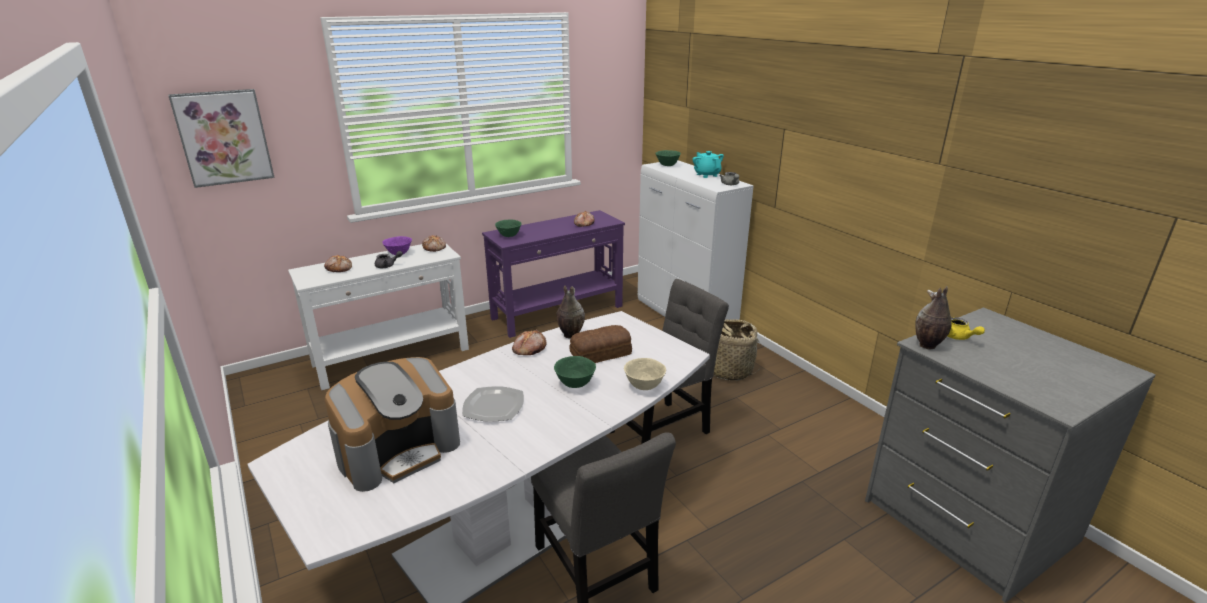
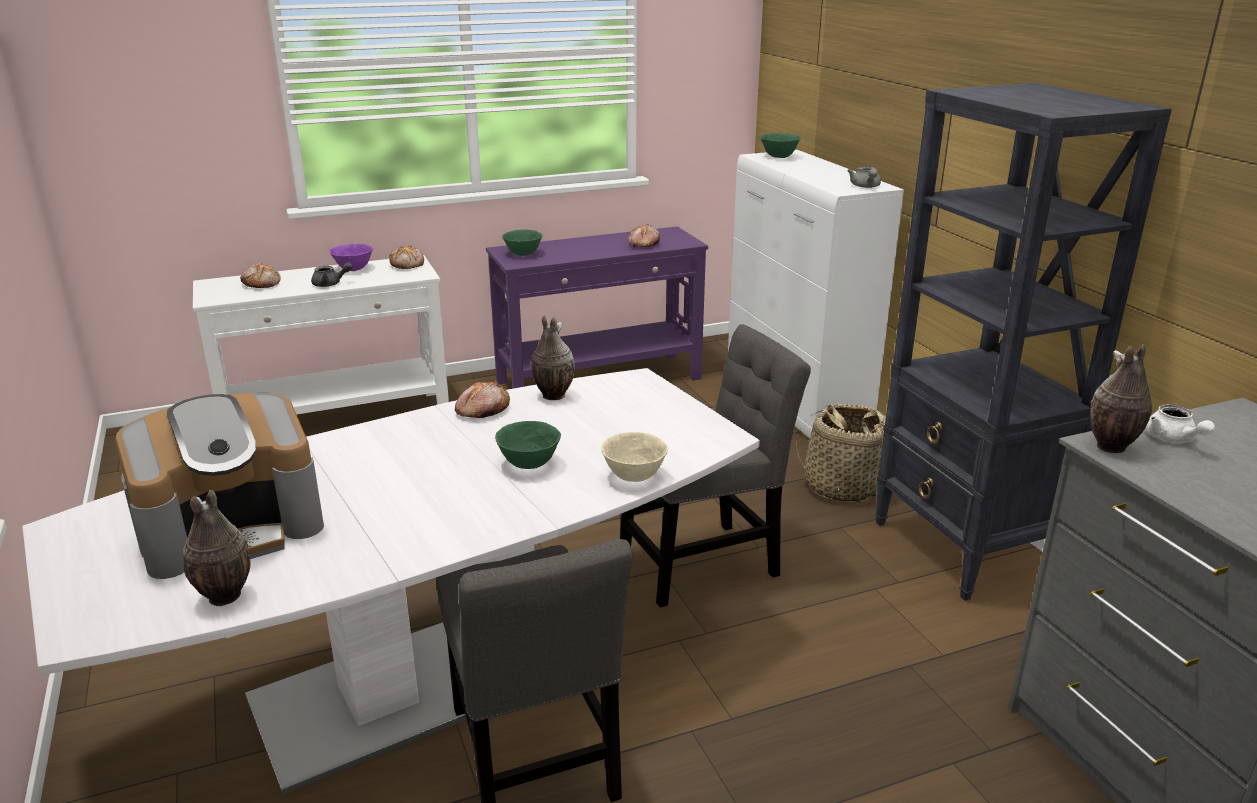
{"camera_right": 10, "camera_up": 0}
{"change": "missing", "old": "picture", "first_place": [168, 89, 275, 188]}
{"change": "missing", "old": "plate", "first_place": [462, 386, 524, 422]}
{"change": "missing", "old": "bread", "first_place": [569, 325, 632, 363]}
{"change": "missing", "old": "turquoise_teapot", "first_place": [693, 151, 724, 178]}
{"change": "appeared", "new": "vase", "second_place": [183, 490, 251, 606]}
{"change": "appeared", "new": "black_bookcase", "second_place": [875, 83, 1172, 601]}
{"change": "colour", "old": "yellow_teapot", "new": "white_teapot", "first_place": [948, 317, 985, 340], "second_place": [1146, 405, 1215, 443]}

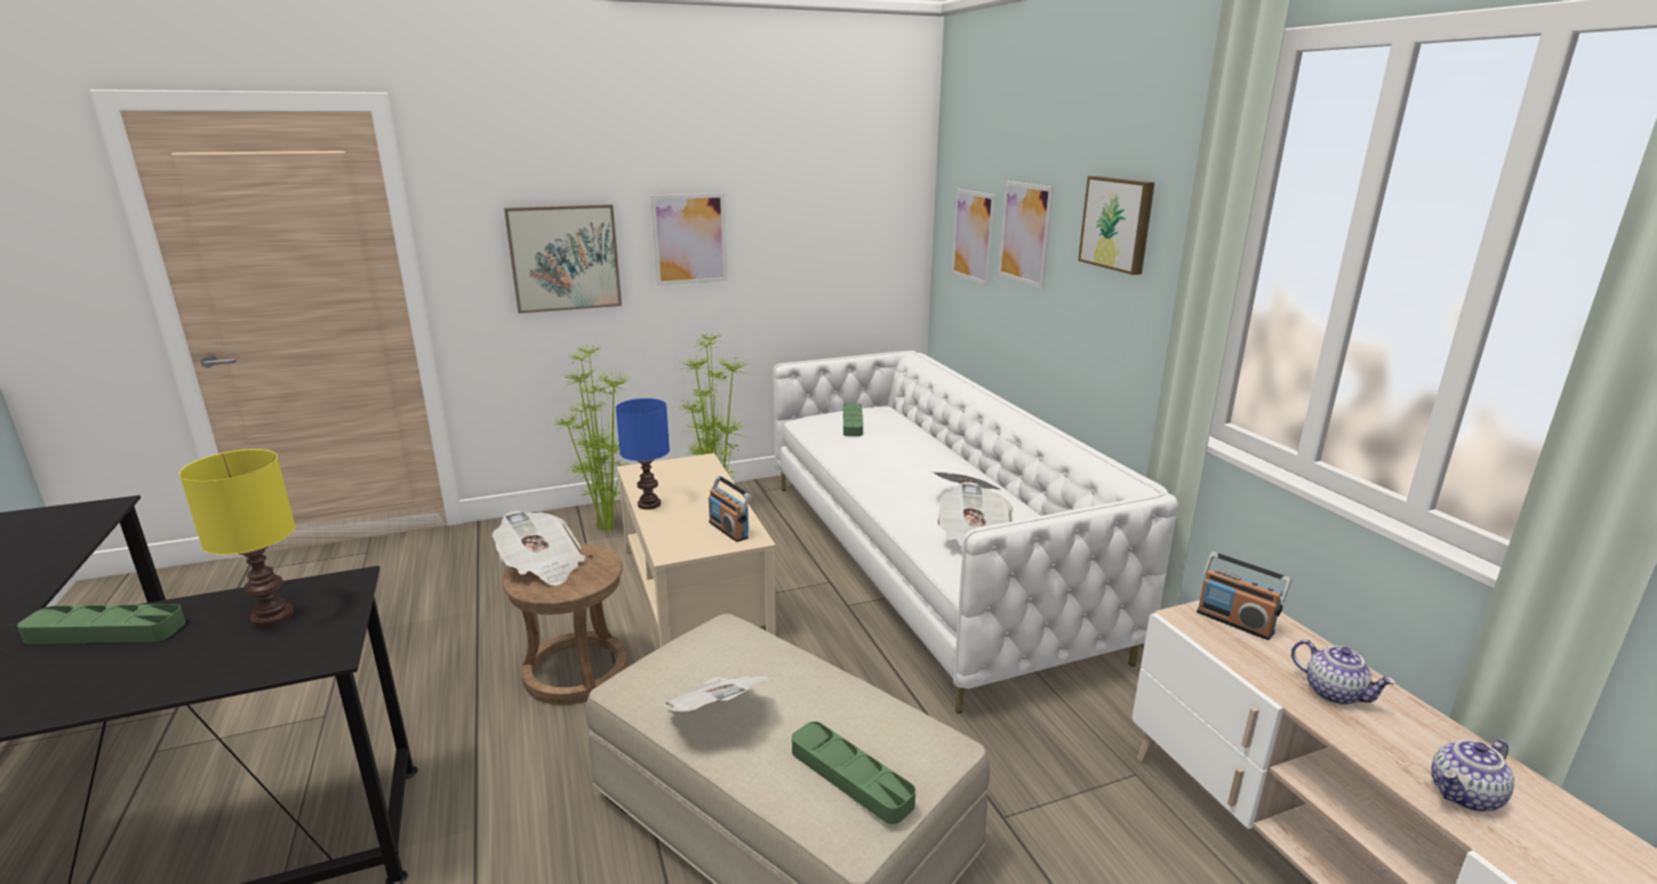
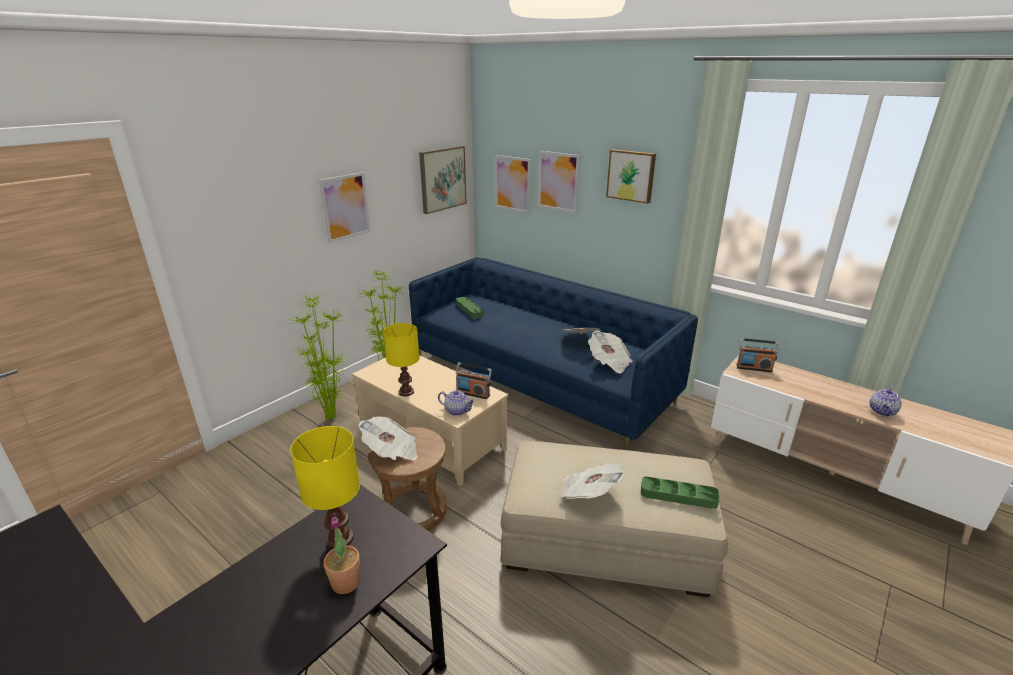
{"camera_right": -30, "camera_up": 5}
{"change": "missing", "old": "green_tray", "first_place": [17, 604, 186, 644]}
{"change": "appeared", "new": "potted_plant", "second_place": [324, 517, 360, 594]}
{"change": "relocated", "old": "picture", "first_place": [504, 204, 622, 313], "second_place": [419, 146, 467, 214]}
{"change": "relocated", "old": "teapot", "first_place": [1291, 640, 1396, 705], "second_place": [438, 390, 475, 416]}
{"change": "colour", "old": "blue_table_lamp", "new": "yellow_table_lamp", "first_place": [616, 398, 670, 510], "second_place": [383, 323, 420, 396]}
{"change": "colour", "old": "white_sofa", "new": "blue_sofa", "first_place": [773, 351, 1178, 714], "second_place": [409, 257, 698, 450]}

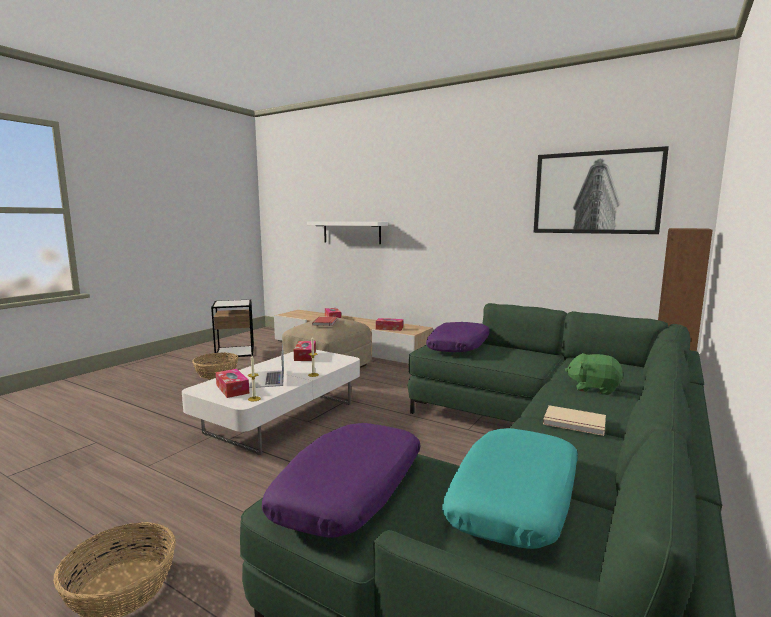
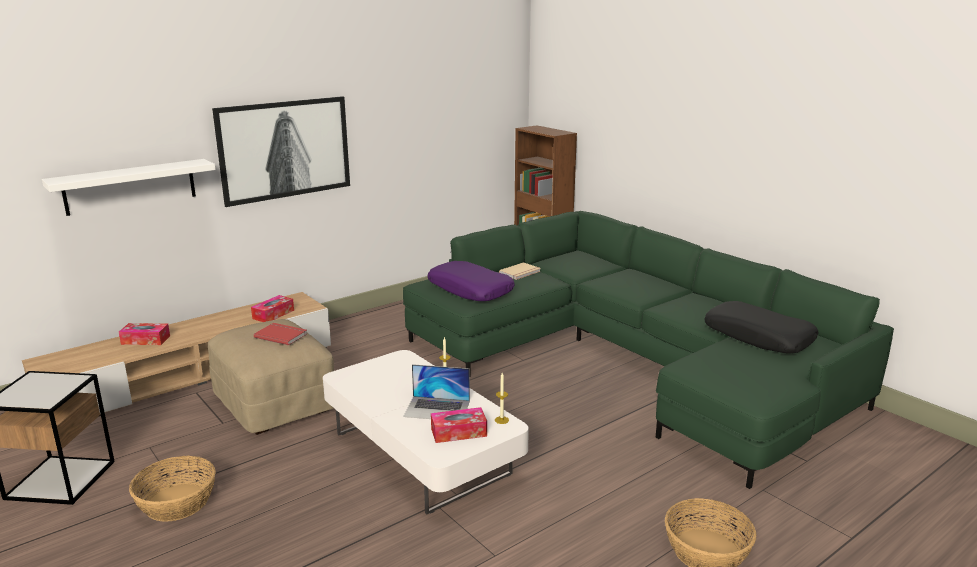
{"camera_right": -70, "camera_up": 10}
{"change": "missing", "old": "purple_pillow", "first_place": [262, 423, 421, 538]}
{"change": "missing", "old": "tissue_box", "first_place": [294, 341, 316, 361]}
{"change": "missing", "old": "green_plush_toy", "first_place": [565, 353, 624, 395]}
{"change": "relocated", "old": "picture", "first_place": [533, 146, 669, 234], "second_place": [212, 96, 350, 207]}
{"change": "relocated", "old": "beige_book", "first_place": [543, 405, 606, 436], "second_place": [499, 262, 541, 280]}
{"change": "colour", "old": "turquoise_pillow", "new": "black_pillow", "first_place": [442, 428, 578, 549], "second_place": [704, 301, 819, 353]}

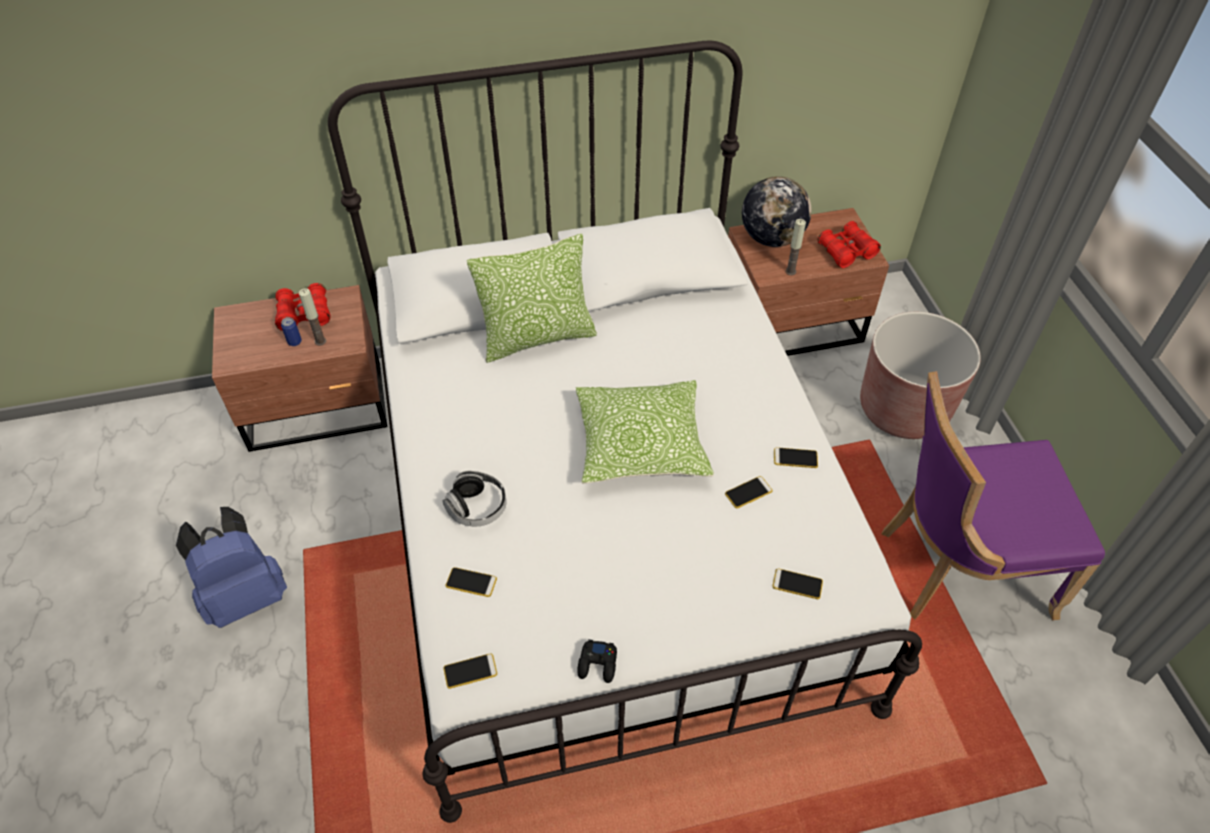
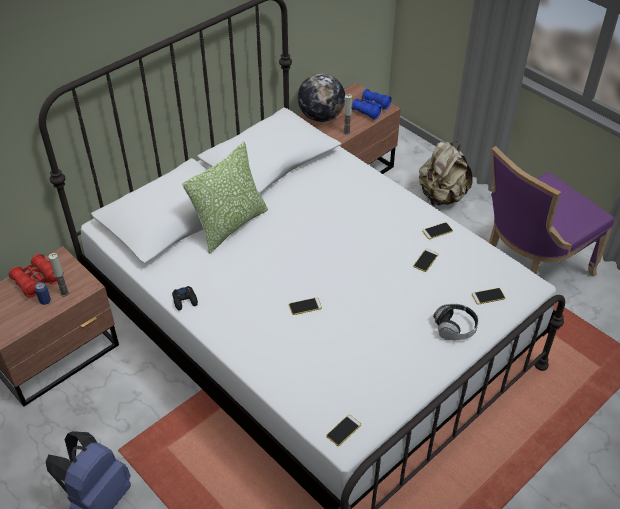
{"camera_right": -30, "camera_up": -5}
{"change": "missing", "old": "pillow", "first_place": [576, 380, 714, 484]}
{"change": "relocated", "old": "headphones", "first_place": [443, 471, 507, 526], "second_place": [433, 304, 478, 340]}
{"change": "relocated", "old": "phone", "first_place": [446, 567, 497, 597], "second_place": [289, 297, 322, 315]}
{"change": "relocated", "old": "black_game_controller", "first_place": [577, 639, 617, 683], "second_place": [172, 286, 198, 310]}
{"change": "exchanged", "old": "brown_planter", "new": "beige_backpack", "first_place": [860, 312, 981, 439], "second_place": [419, 141, 473, 206]}
{"change": "colour", "old": "red_binoculars", "new": "blue_binoculars", "first_place": [817, 221, 881, 268], "second_place": [352, 89, 391, 120]}

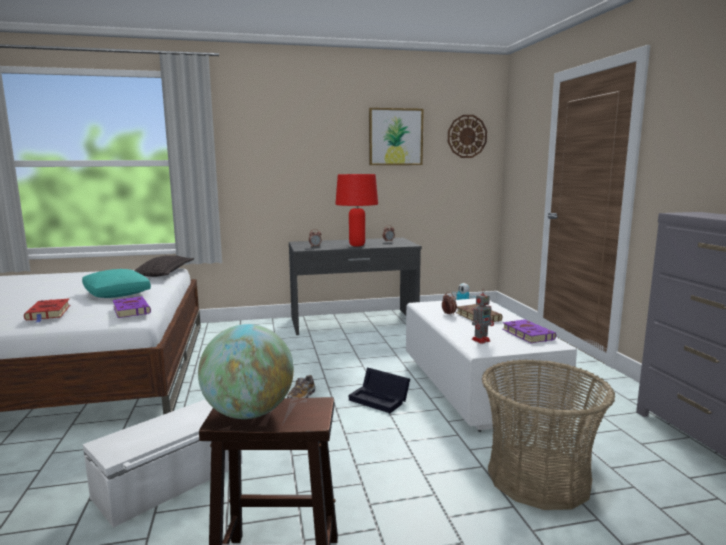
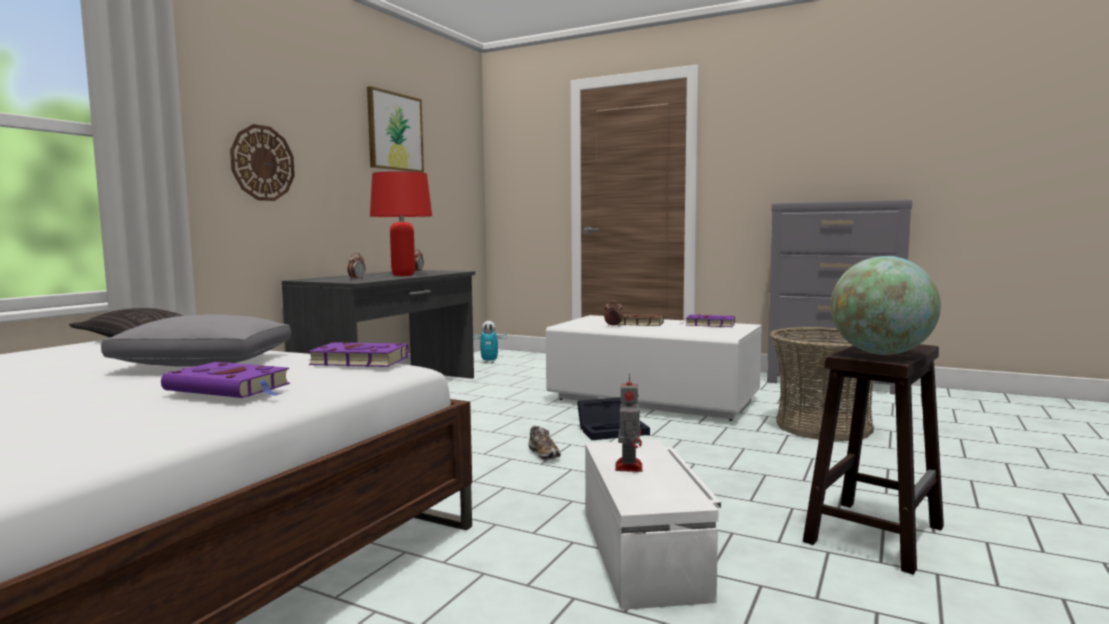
{"camera_right": -50, "camera_up": -5}
{"change": "relocated", "old": "wall_clock", "first_place": [448, 115, 487, 158], "second_place": [230, 124, 295, 201]}
{"change": "relocated", "old": "toy_robot", "first_place": [471, 289, 494, 344], "second_place": [615, 373, 643, 472]}
{"change": "colour", "old": "red_book", "new": "purple_book", "first_place": [24, 298, 70, 323], "second_place": [161, 362, 290, 398]}
{"change": "colour", "old": "turquoise_pillow", "new": "grey_pillow", "first_place": [82, 269, 151, 298], "second_place": [101, 314, 291, 367]}

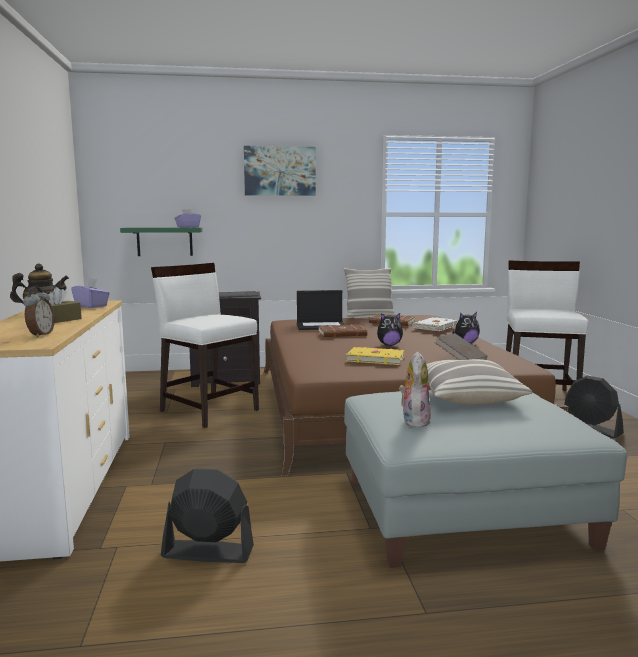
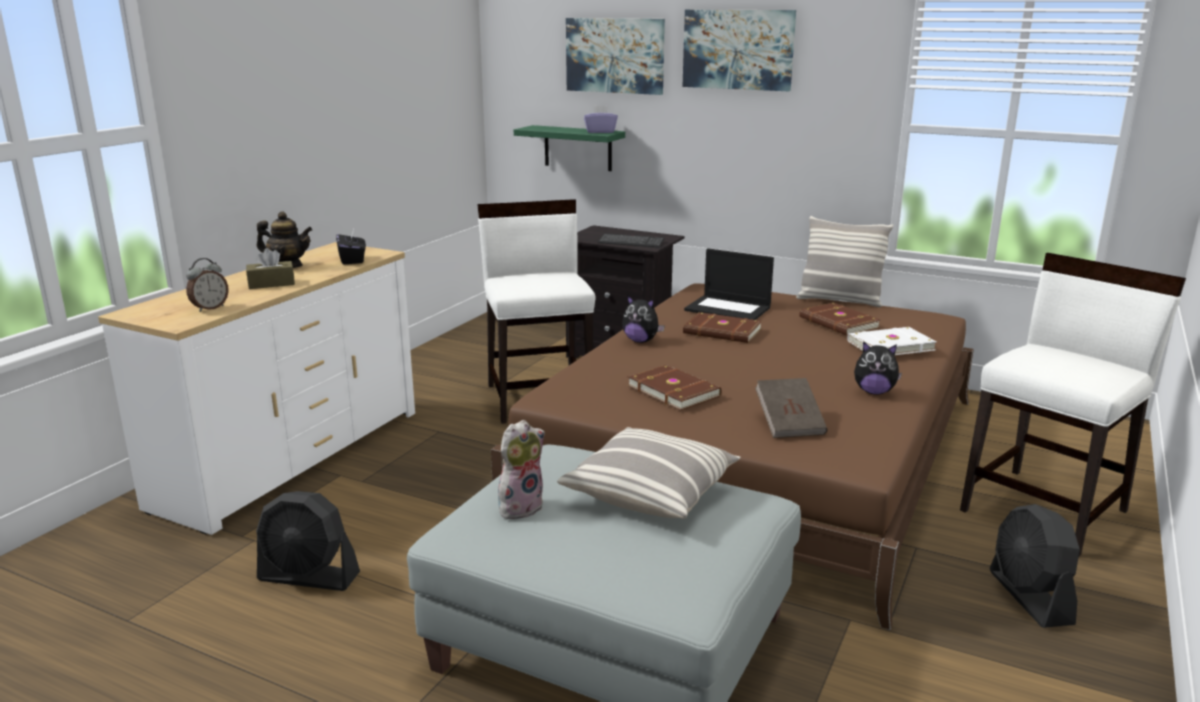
{"camera_right": 35, "camera_up": 10}
{"change": "appeared", "new": "picture", "second_place": [566, 18, 665, 95]}
{"change": "relocated", "old": "plush_toy", "first_place": [377, 313, 403, 346], "second_place": [622, 296, 665, 343]}
{"change": "colour", "old": "purple_tissue_box", "new": "black_tissue_box", "first_place": [71, 279, 110, 308], "second_place": [336, 229, 366, 264]}
{"change": "colour", "old": "yellow_book", "new": "brown_book", "first_place": [346, 347, 405, 365], "second_place": [628, 365, 722, 411]}
{"change": "spun", "old": "black_fan", "first_place": [161, 468, 254, 563], "second_place": [256, 491, 360, 591], "degrees": 150}

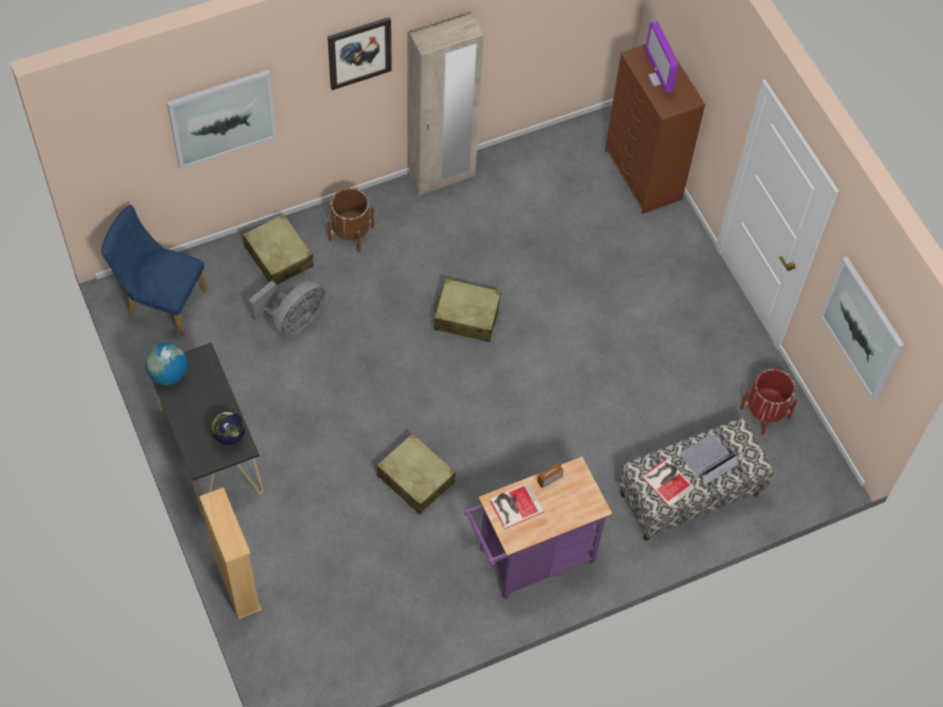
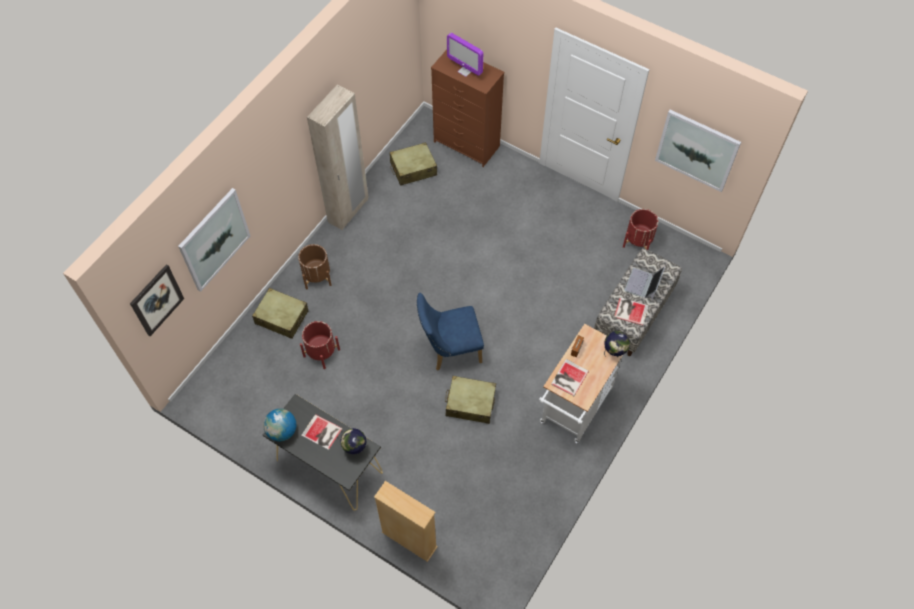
{"camera_right": -30, "camera_up": 0}
{"change": "appeared", "new": "book", "second_place": [301, 414, 343, 450]}
{"change": "appeared", "new": "globe", "second_place": [604, 331, 630, 357]}
{"change": "relocated", "old": "blue_chair", "first_place": [101, 205, 208, 336], "second_place": [417, 293, 484, 371]}
{"change": "relocated", "old": "picture", "first_place": [328, 17, 392, 90], "second_place": [130, 264, 184, 336]}
{"change": "relocated", "old": "beige_suitcase", "first_place": [434, 279, 501, 342], "second_place": [390, 142, 437, 186]}
{"change": "exchanged", "old": "grey_fan", "new": "red_planter", "first_place": [248, 281, 326, 338], "second_place": [300, 321, 340, 369]}
{"change": "colour", "old": "purple_cart", "new": "white_cart", "first_place": [464, 457, 612, 599], "second_place": [539, 324, 623, 443]}

